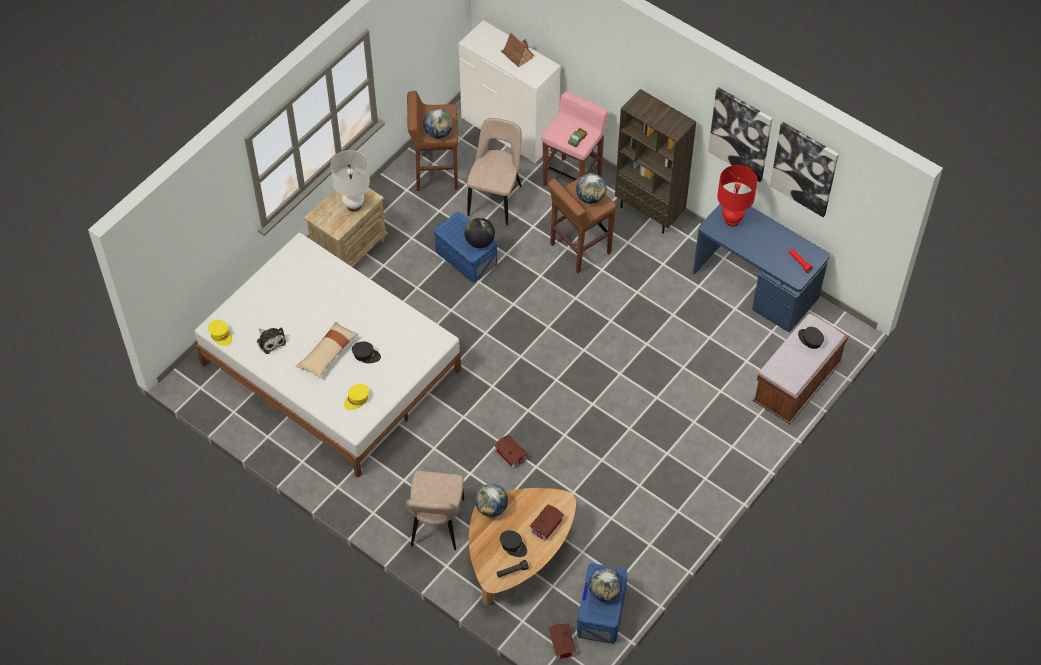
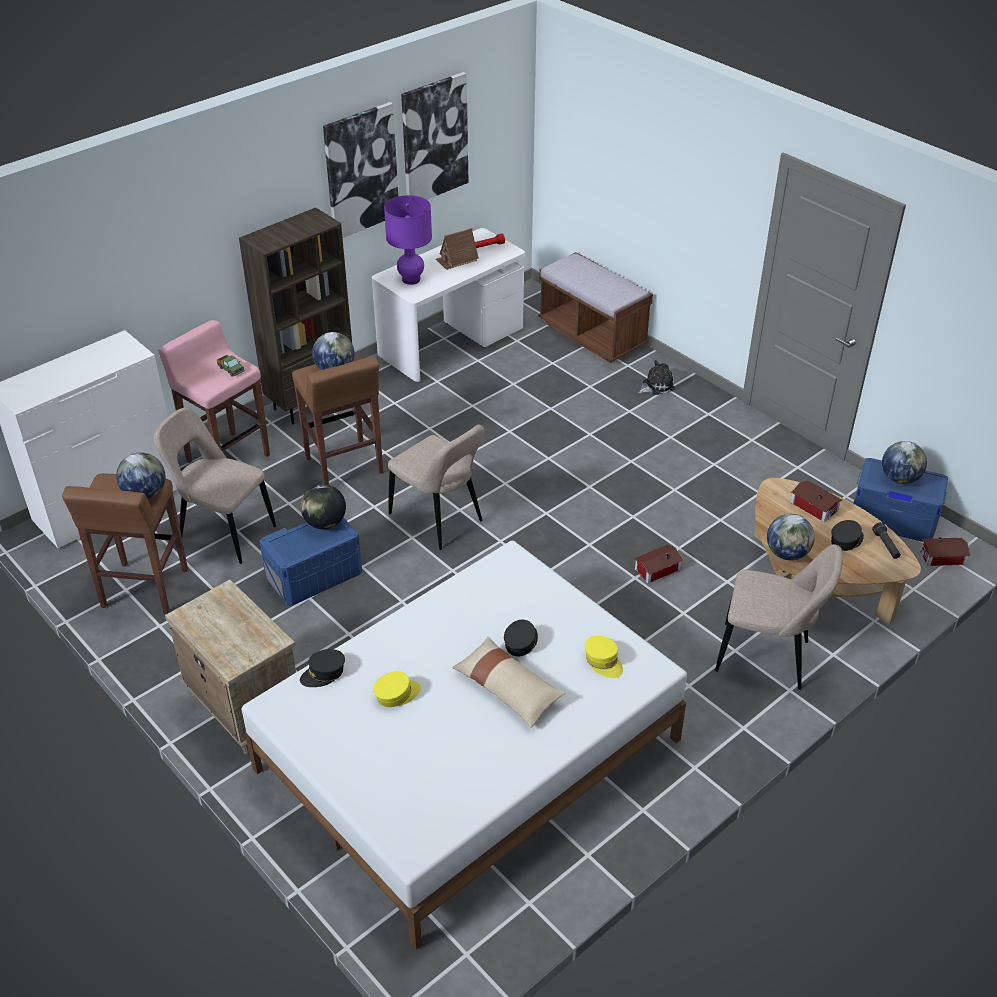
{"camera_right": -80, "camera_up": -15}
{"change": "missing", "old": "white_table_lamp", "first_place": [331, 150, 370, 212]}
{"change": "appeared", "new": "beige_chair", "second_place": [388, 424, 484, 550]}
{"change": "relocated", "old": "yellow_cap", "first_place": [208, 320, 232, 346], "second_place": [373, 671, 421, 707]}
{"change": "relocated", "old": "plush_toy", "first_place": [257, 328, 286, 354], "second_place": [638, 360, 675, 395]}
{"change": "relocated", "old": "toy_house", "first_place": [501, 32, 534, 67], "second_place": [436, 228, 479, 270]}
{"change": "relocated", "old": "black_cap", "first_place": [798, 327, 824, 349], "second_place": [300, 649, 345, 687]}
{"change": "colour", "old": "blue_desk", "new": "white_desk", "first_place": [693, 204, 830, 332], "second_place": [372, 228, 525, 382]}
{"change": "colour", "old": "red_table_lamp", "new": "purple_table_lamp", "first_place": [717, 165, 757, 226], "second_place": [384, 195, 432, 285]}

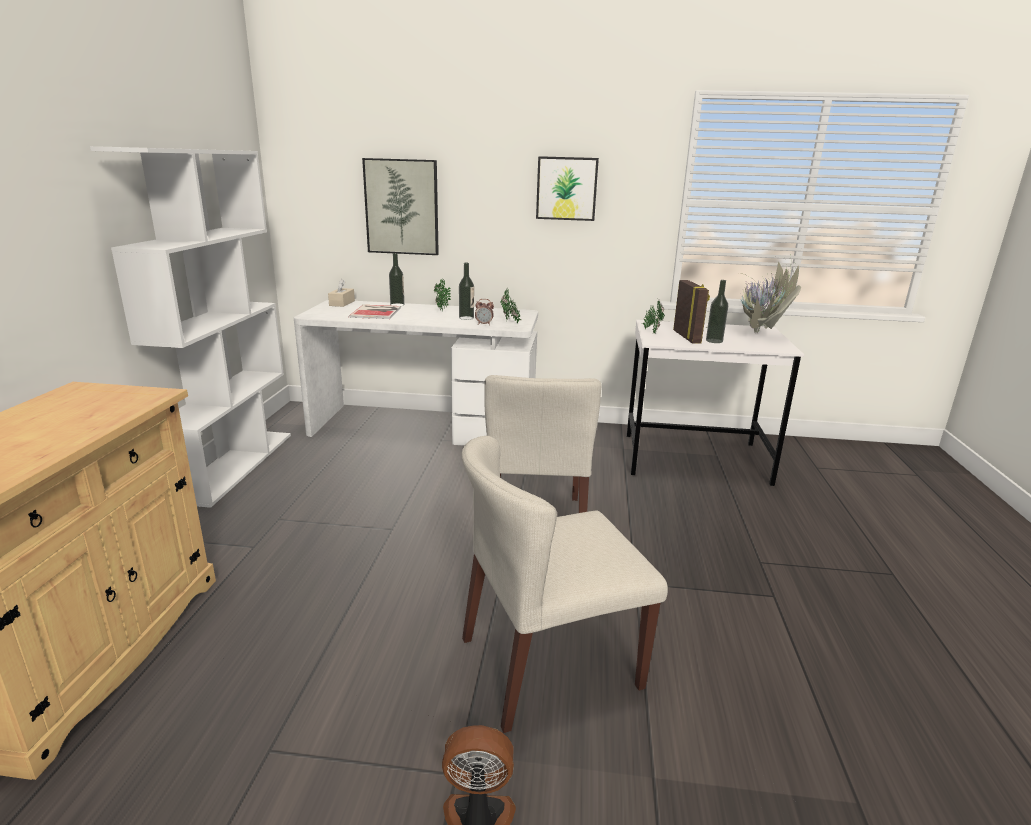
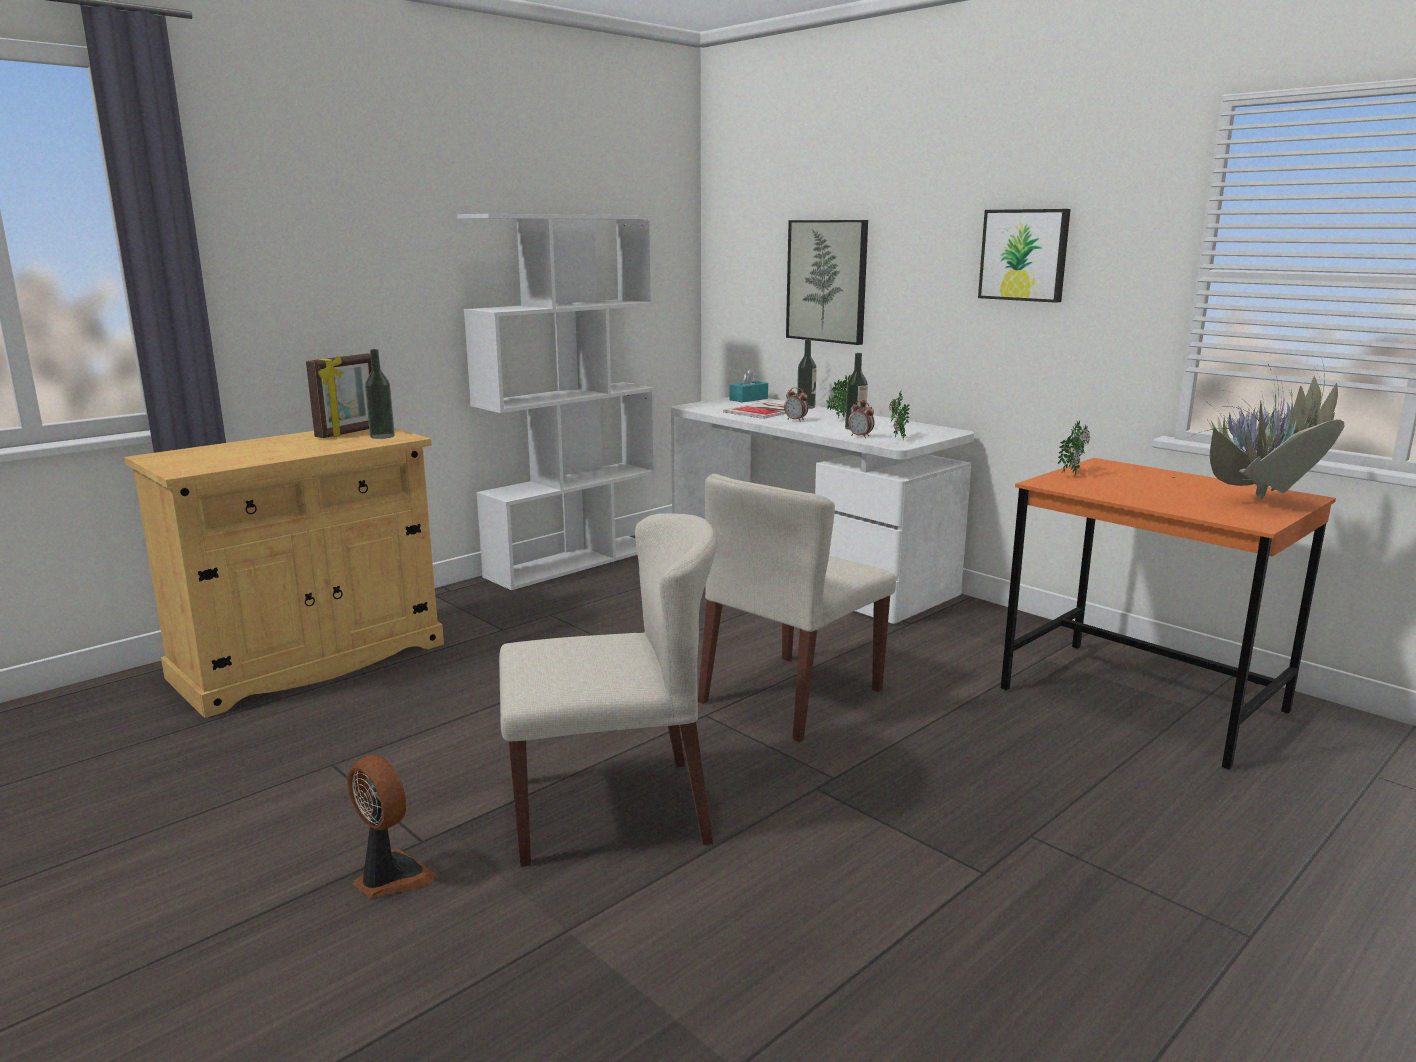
{"camera_right": 40, "camera_up": -5}
{"change": "appeared", "new": "alarm_clock", "second_place": [784, 387, 808, 422]}
{"change": "relocated", "old": "picture_frame", "first_place": [673, 280, 710, 344], "second_place": [306, 353, 372, 438]}
{"change": "relocated", "old": "bottle", "first_place": [706, 280, 728, 343], "second_place": [365, 349, 395, 439]}
{"change": "colour", "old": "beige_tissue_box", "new": "turquoise_tissue_box", "first_place": [328, 279, 355, 307], "second_place": [729, 368, 768, 403]}
{"change": "colour", "old": "white_desk", "new": "orange_desk", "first_place": [627, 320, 804, 486], "second_place": [1001, 458, 1336, 770]}
{"change": "spun", "old": "beige_chair", "first_place": [462, 436, 668, 733], "second_place": [499, 513, 717, 867], "degrees": 150}

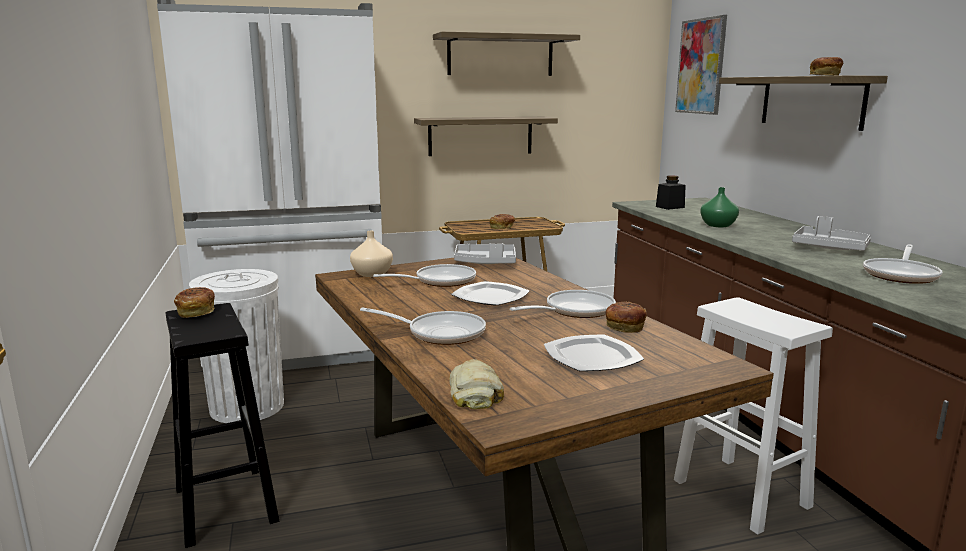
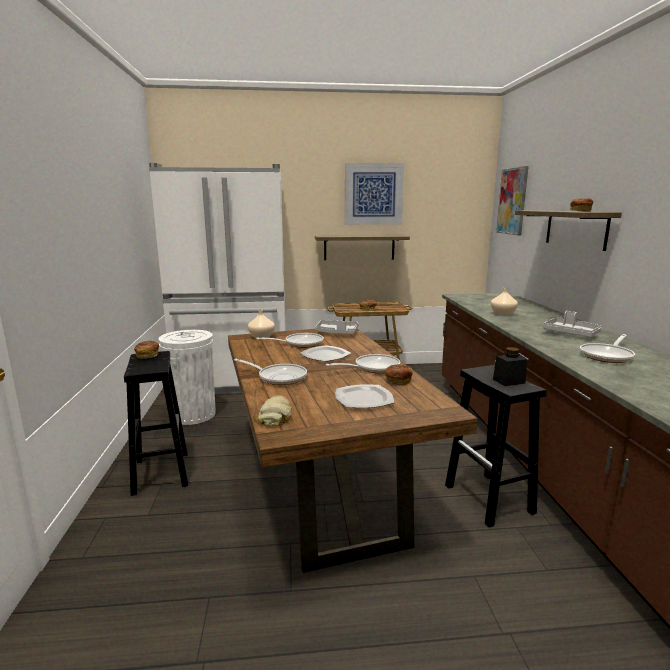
{"camera_right": 10, "camera_up": 0}
{"change": "relocated", "old": "black_jar", "first_place": [656, 175, 685, 210], "second_place": [493, 347, 527, 386]}
{"change": "exchanged", "old": "shelf", "new": "picture", "first_place": [433, 32, 580, 76], "second_place": [345, 163, 404, 225]}
{"change": "colour", "old": "white_stool", "new": "black_stool", "first_place": [674, 297, 833, 535], "second_place": [445, 365, 547, 527]}
{"change": "colour", "old": "green_vase", "new": "beige_vase", "first_place": [700, 187, 739, 227], "second_place": [491, 288, 518, 316]}

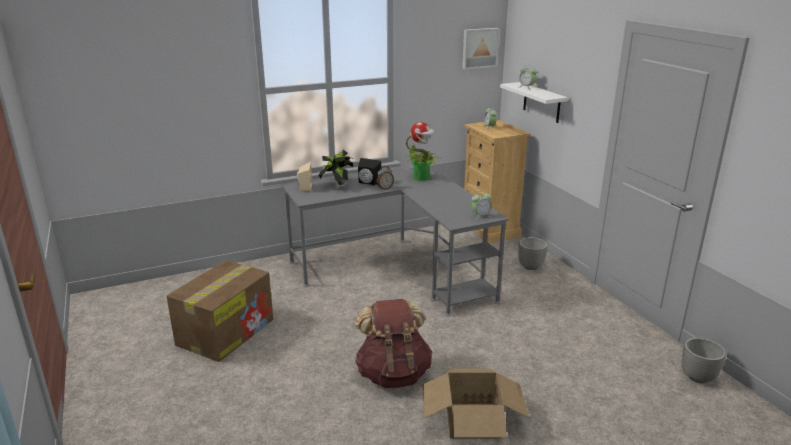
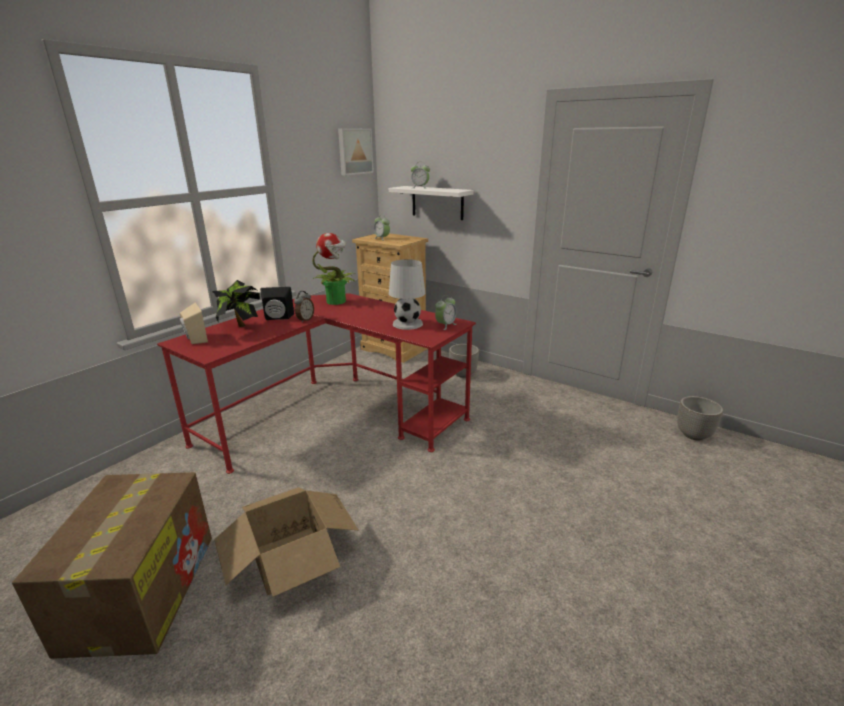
{"camera_right": -30, "camera_up": 0}
{"change": "missing", "old": "brown_backpack", "first_place": [355, 299, 433, 388]}
{"change": "appeared", "new": "white_table_lamp", "second_place": [389, 259, 425, 330]}
{"change": "relocated", "old": "cardboard_box", "first_place": [423, 369, 529, 438], "second_place": [214, 487, 358, 597]}
{"change": "colour", "old": "grey_desk", "new": "red_desk", "first_place": [282, 168, 509, 316], "second_place": [157, 293, 476, 474]}

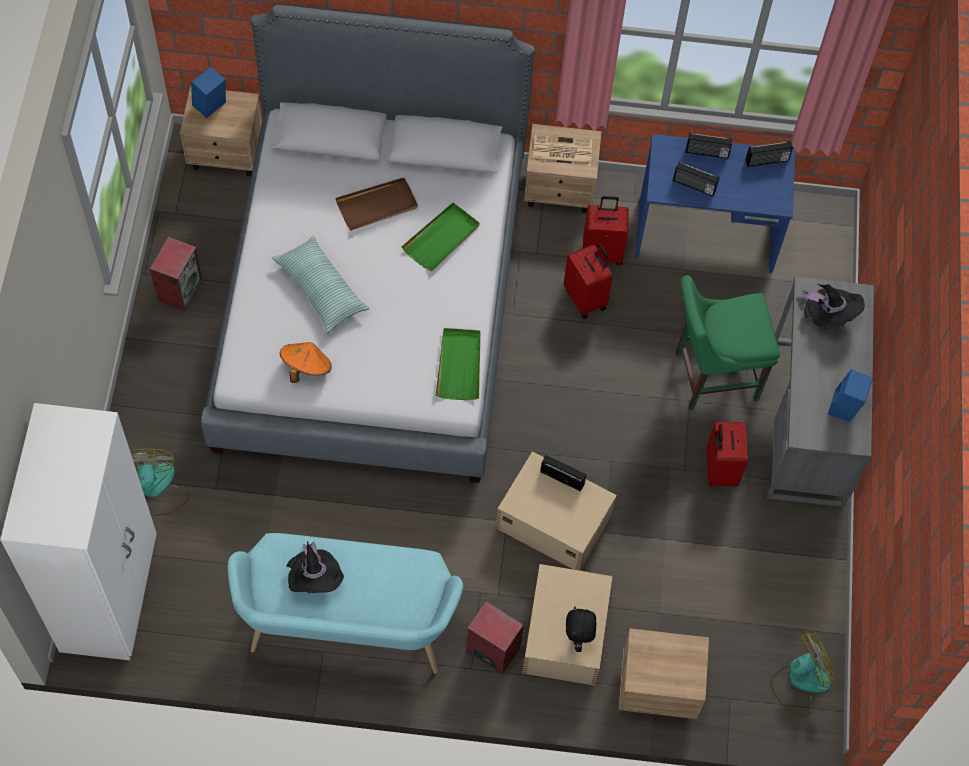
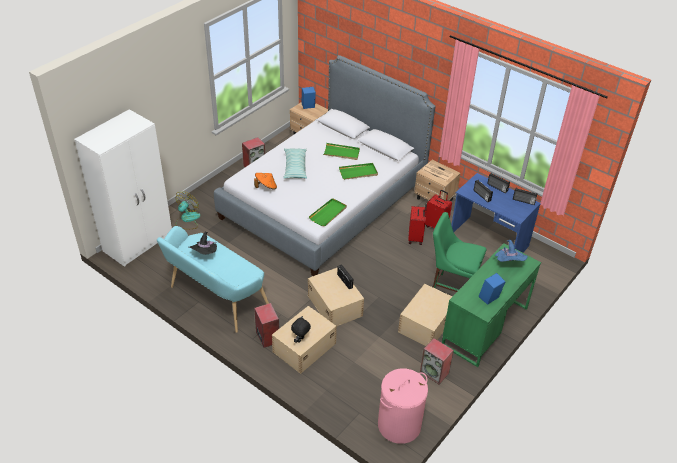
{"camera_right": 35, "camera_up": -20}
{"change": "missing", "old": "beige_nightstand", "first_place": [619, 628, 709, 719]}
{"change": "appeared", "new": "speaker", "second_place": [420, 338, 454, 384]}
{"change": "exchanged", "old": "red_suitcase", "new": "beige_storage_box", "first_place": [706, 422, 748, 486], "second_place": [398, 283, 452, 346]}
{"change": "exchanged", "old": "fan", "new": "pink_laundry_basket", "first_place": [770, 631, 836, 717], "second_place": [378, 369, 428, 444]}
{"change": "colour", "old": "brown_tray", "new": "green_tray", "first_place": [336, 178, 418, 231], "second_place": [323, 143, 360, 160]}
{"change": "colour", "old": "grey_desk", "new": "green_desk", "first_place": [767, 277, 874, 507], "second_place": [442, 243, 541, 367]}
{"change": "colour", "old": "black_hat", "new": "blue_hat", "first_place": [797, 284, 865, 330], "second_place": [495, 240, 528, 262]}

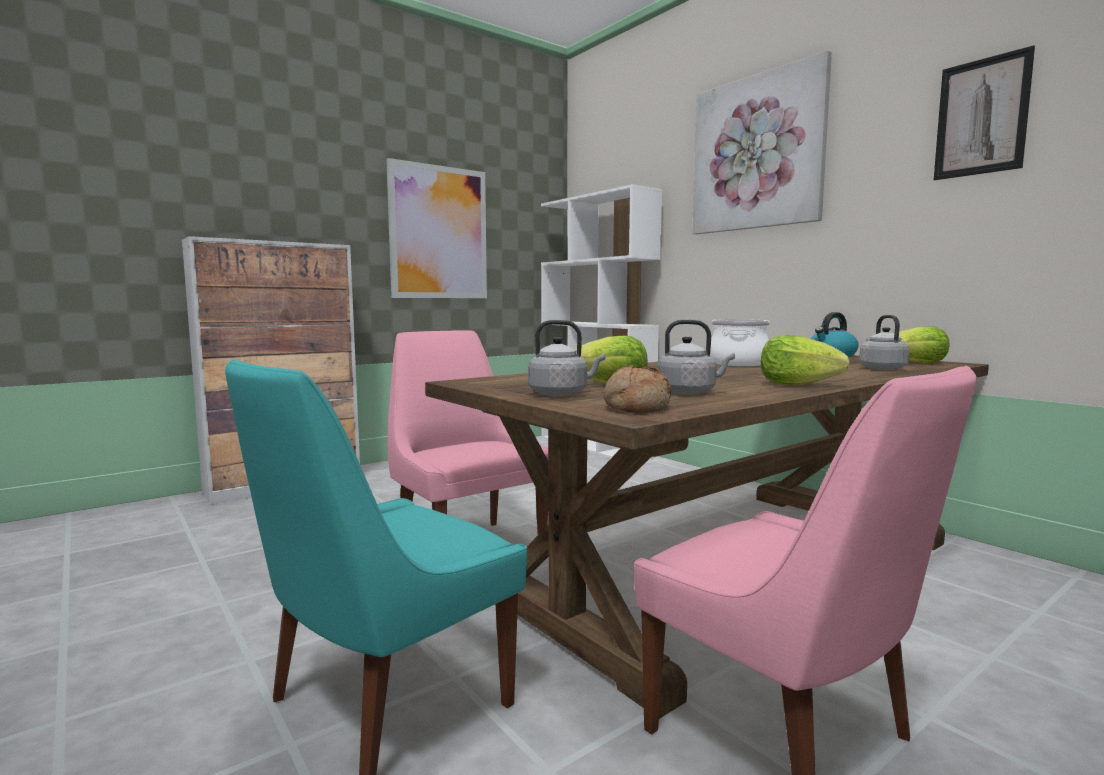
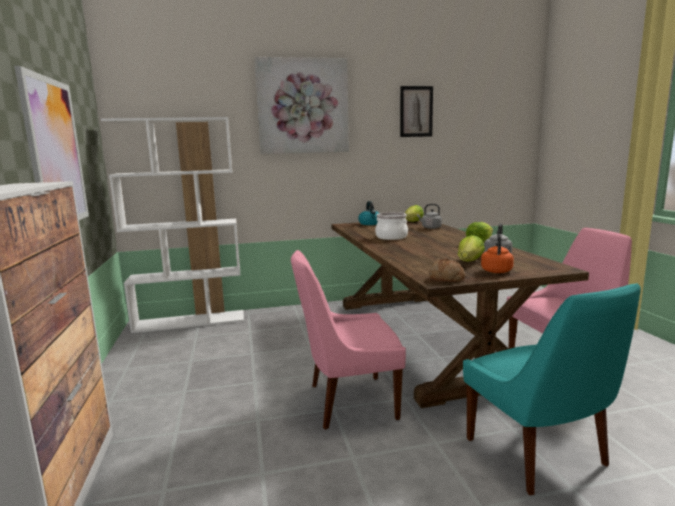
{"camera_right": -65, "camera_up": 5}
{"change": "relocated", "old": "bread", "first_place": [604, 366, 671, 413], "second_place": [429, 259, 465, 282]}
{"change": "colour", "old": "grey_kettle", "new": "orange_kettle", "first_place": [528, 320, 606, 396], "second_place": [481, 234, 514, 273]}

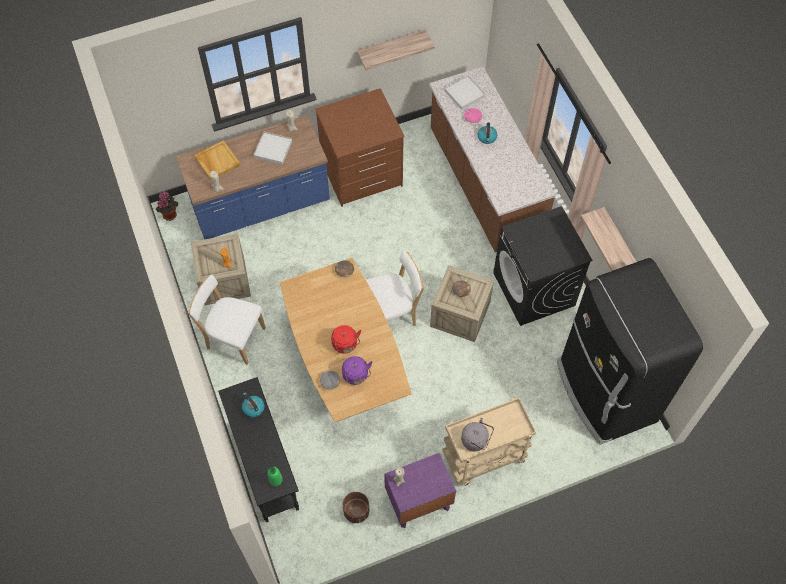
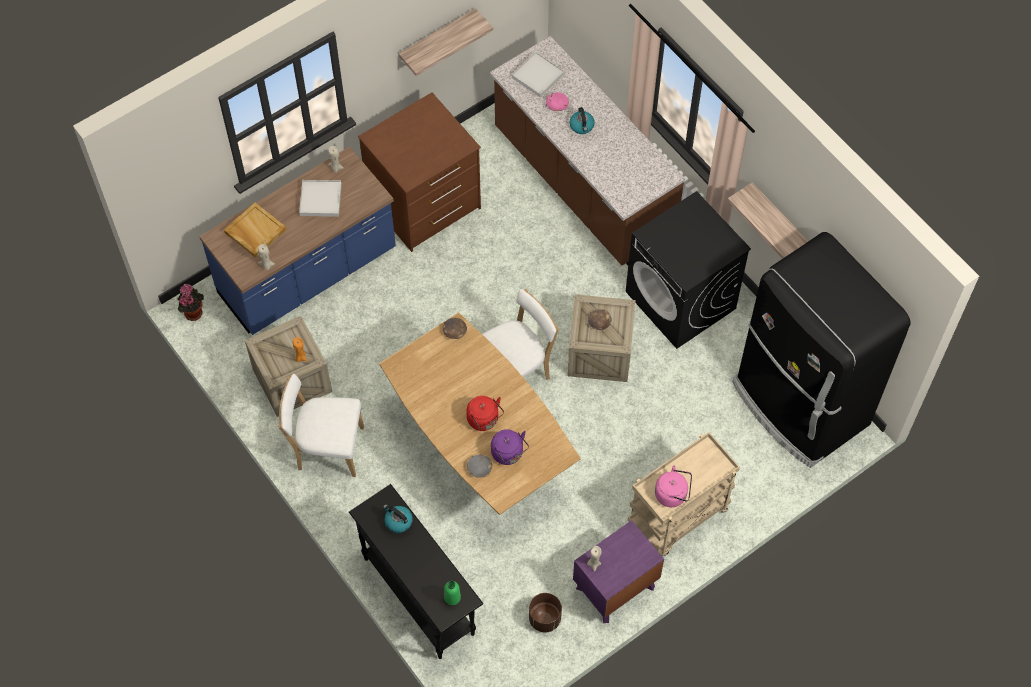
{"camera_right": -15, "camera_up": 0}
{"change": "colour", "old": "grey_kettle", "new": "pink_kettle", "first_place": [461, 418, 494, 452], "second_place": [655, 465, 692, 507]}

